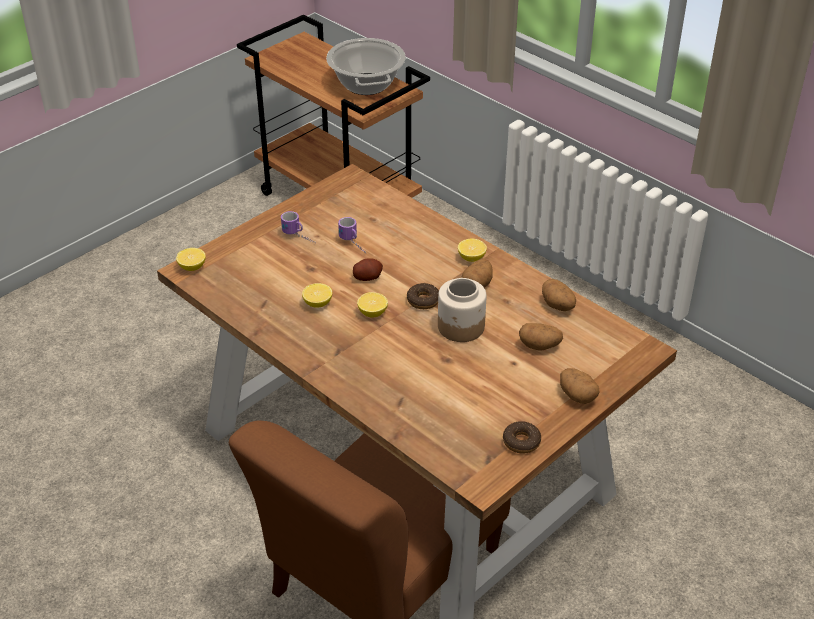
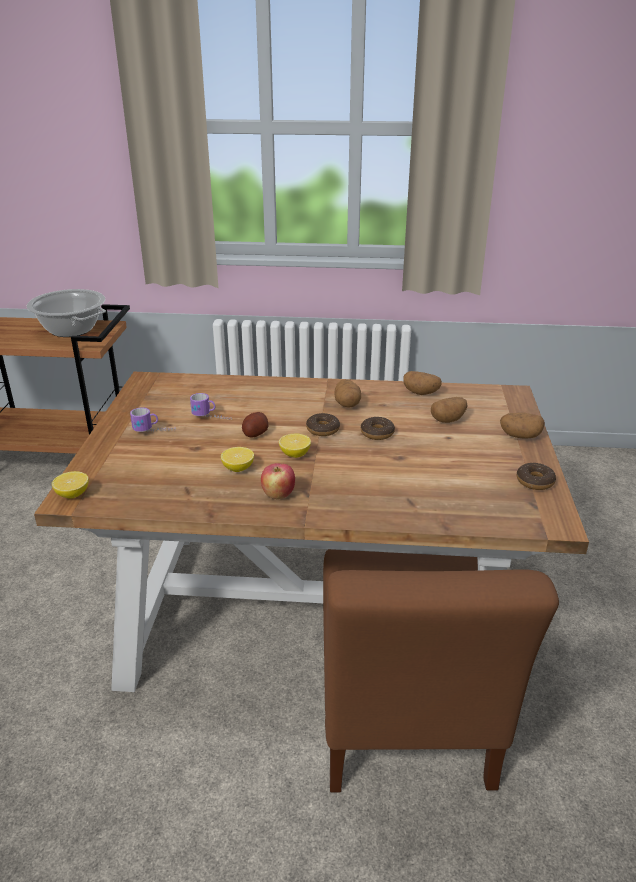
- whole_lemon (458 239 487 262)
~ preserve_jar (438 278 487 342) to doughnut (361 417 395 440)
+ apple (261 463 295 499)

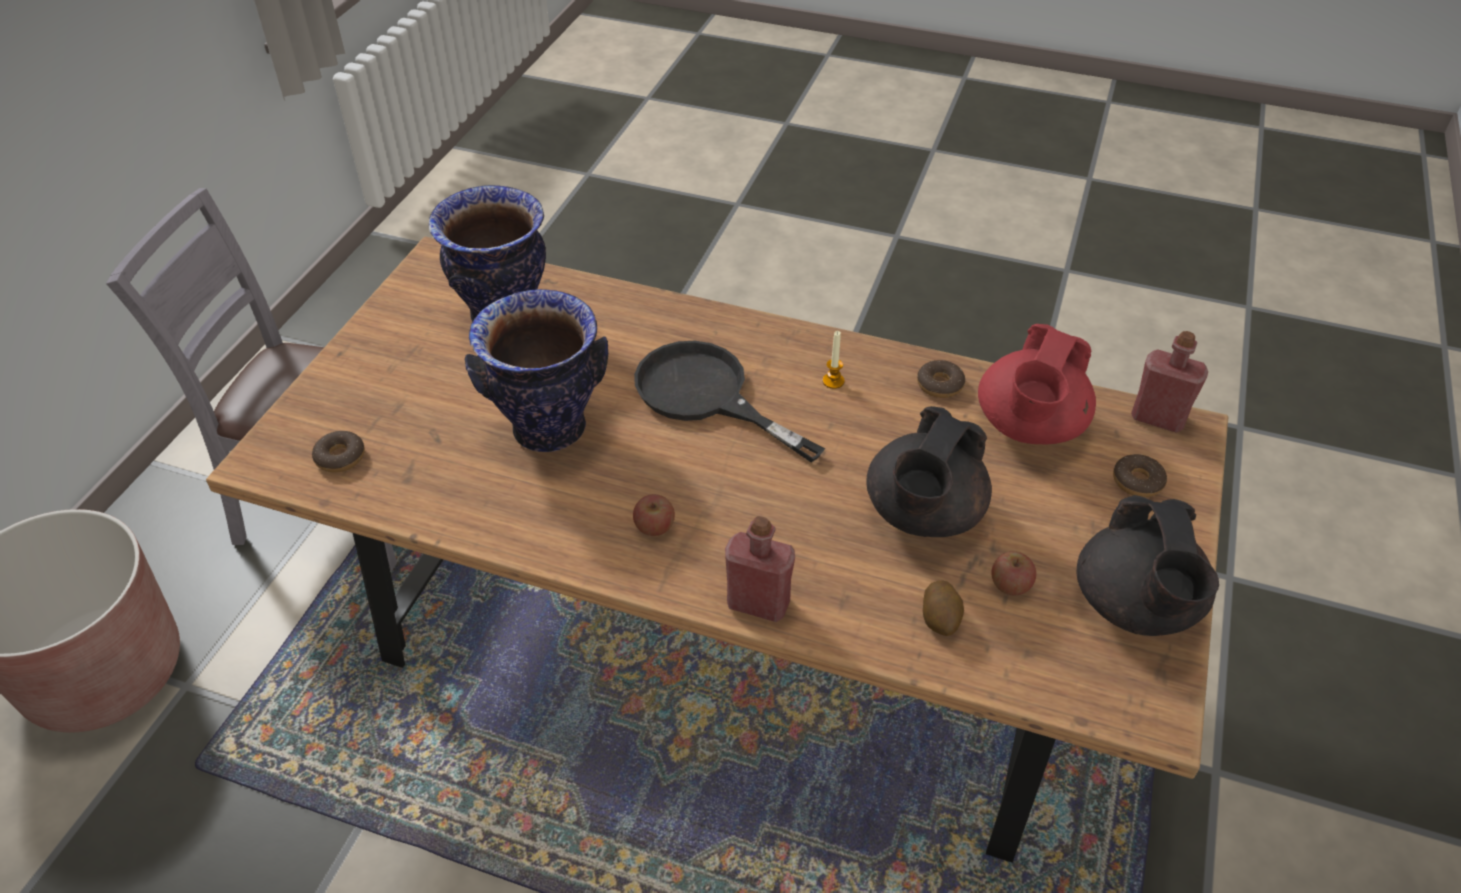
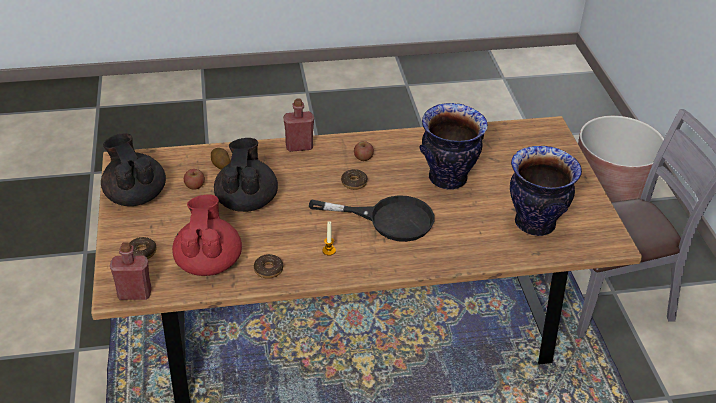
~ doughnut (312 431 365 473) to (341 169 368 190)

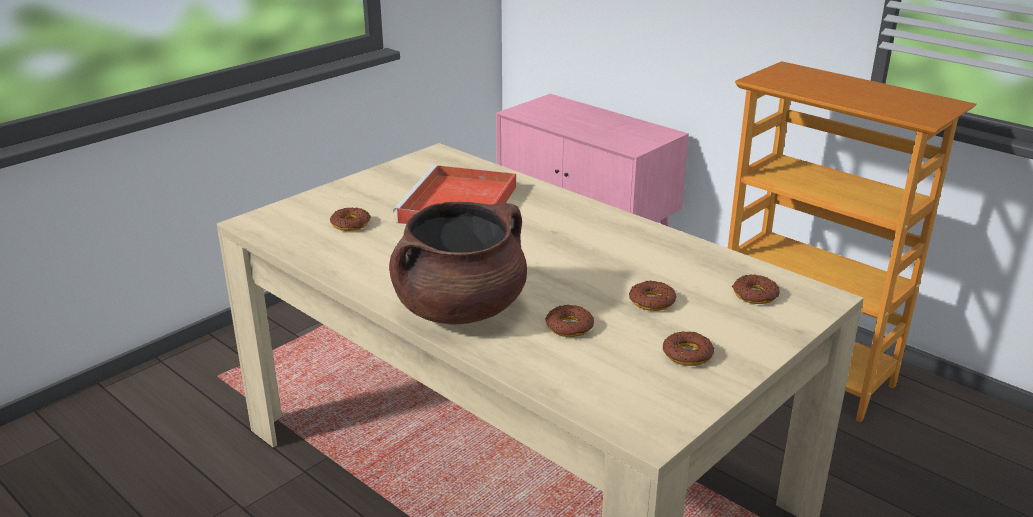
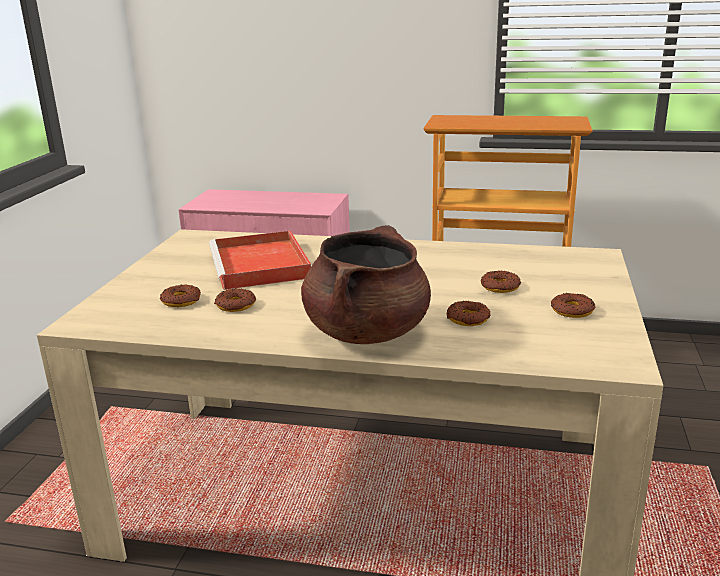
~ doughnut (732 274 780 304) to (214 288 256 312)

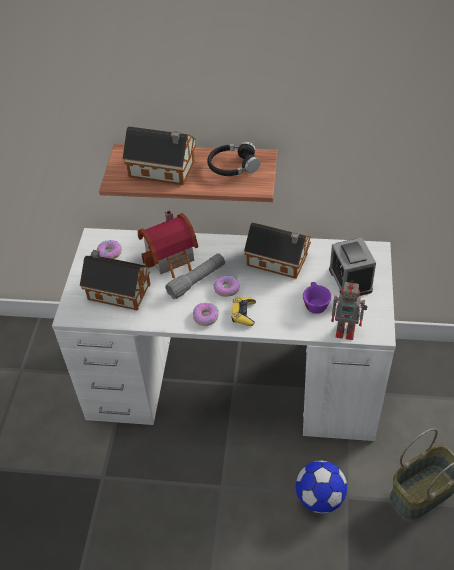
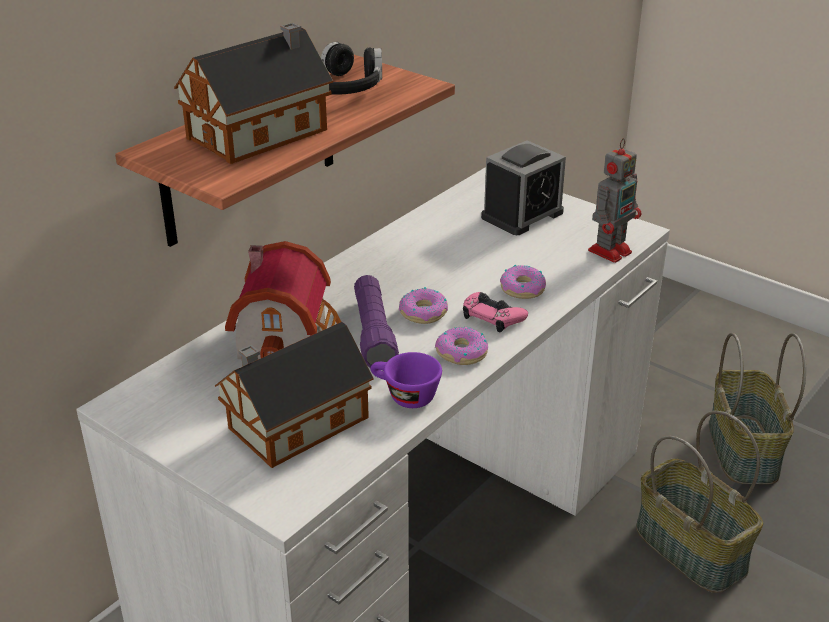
- model_house (244 223 312 279)
~ alarm_clock (329 238 376 296) = (481 140 566 235) 60 degrees counterclockwise
~ doughnut (97 240 122 259) to (500 265 546 299)
~ grey_torch (165 254 225 299) to purple_torch (354 275 399 368)
~ purple_drinking_cup (303 282 331 314) to (370 352 442 408)
~ yellow_joypad (231 297 256 326) to pinkish_joypad (463 292 528 332)
~ football (296 461 347 513) to storage_basket (636 411 763 593)

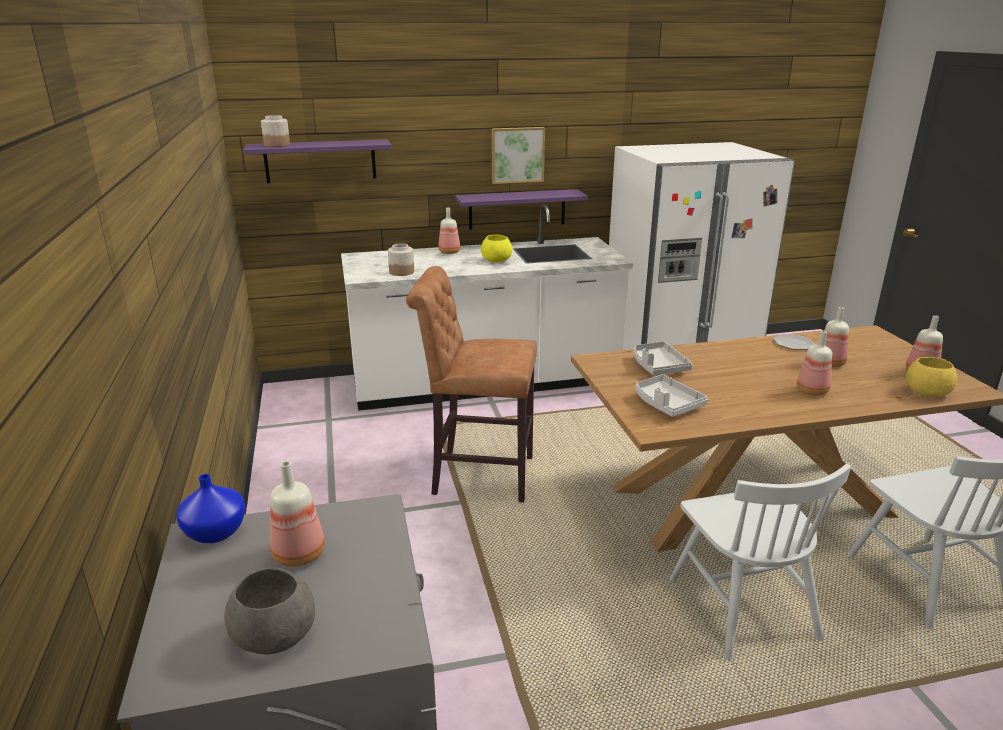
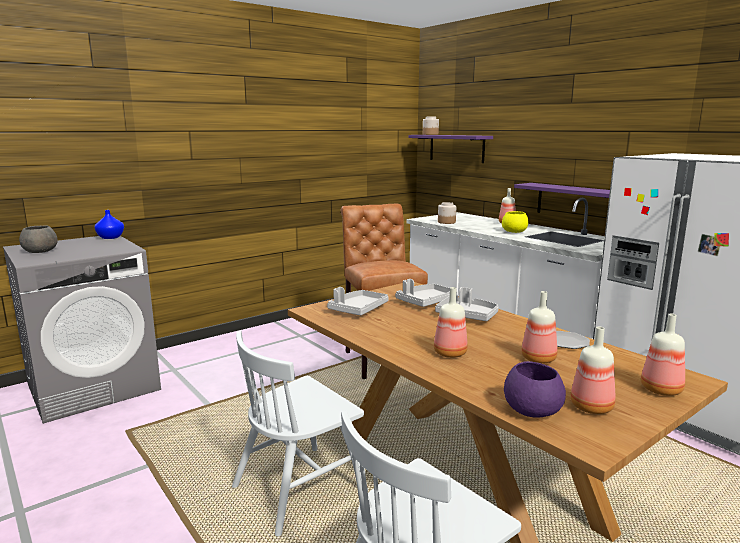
- wall_art (492 127 545 184)
~ yellow_serving_bowl (906 357 958 397) to purple_serving_bowl (504 361 566 418)
~ beverage_bottle (270 461 325 567) to (641 314 685 396)
+ grey_tray (435 287 499 321)

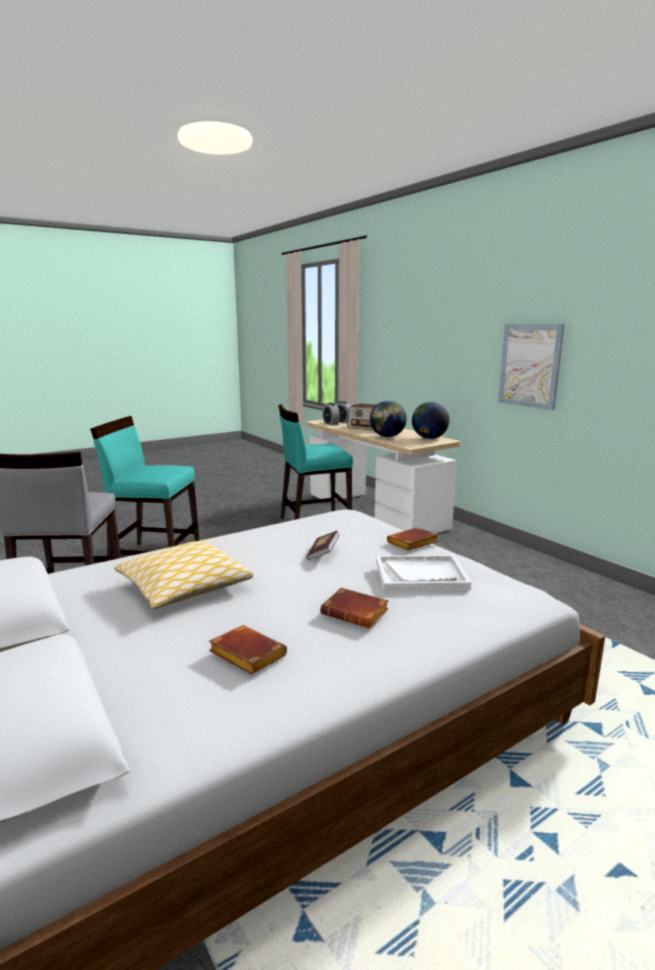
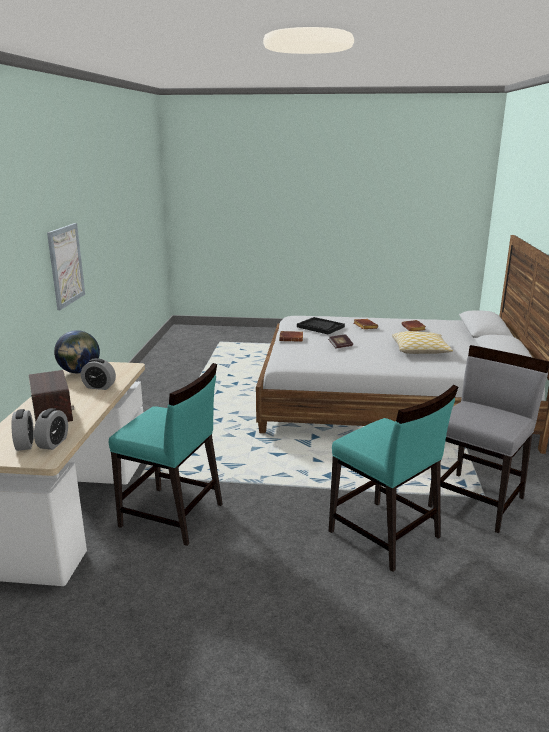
~ world_globe (370 401 407 437) to alarm_clock (81 358 116 390)
~ whitish_tray (376 555 471 592) to black_tray (297 317 345 334)

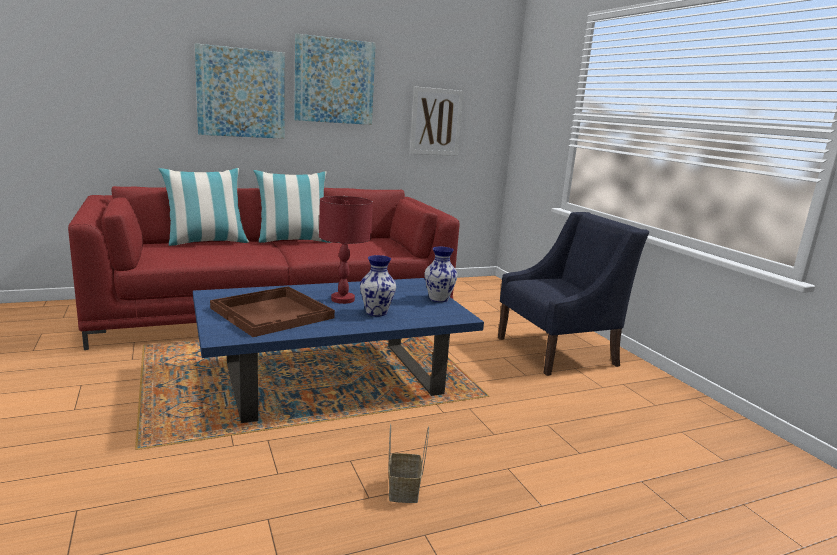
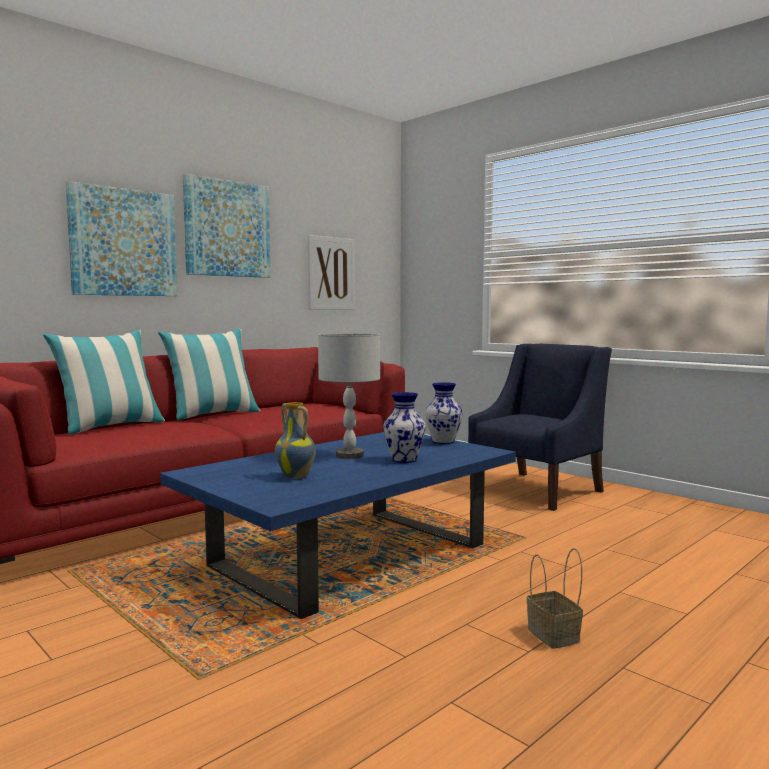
~ red-coloured_table_lamp (319 196 373 304) to grey_table_lamp (318 333 380 459)
~ brown_tray (210 286 335 337) to vase (275 402 316 479)

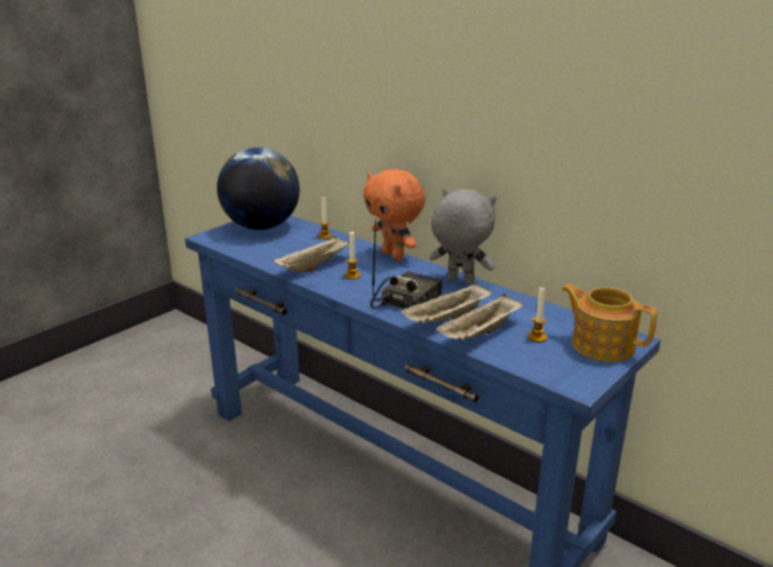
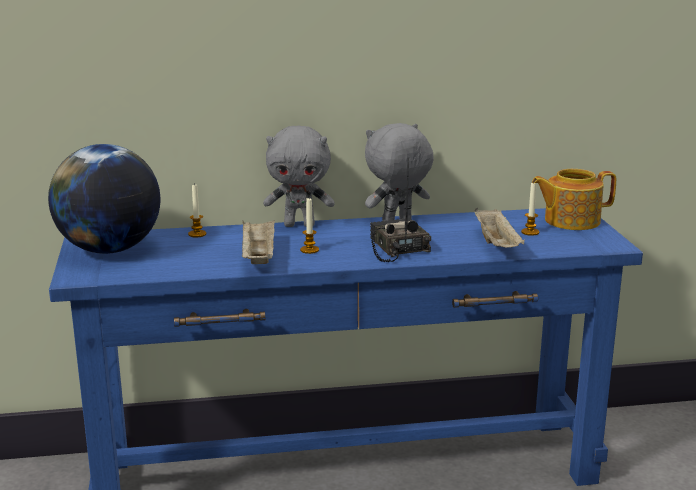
~ orange_plush_toy (363 169 425 260) to grey_plush_toy (263 125 335 227)
- sand-coloured_tray (401 282 492 323)

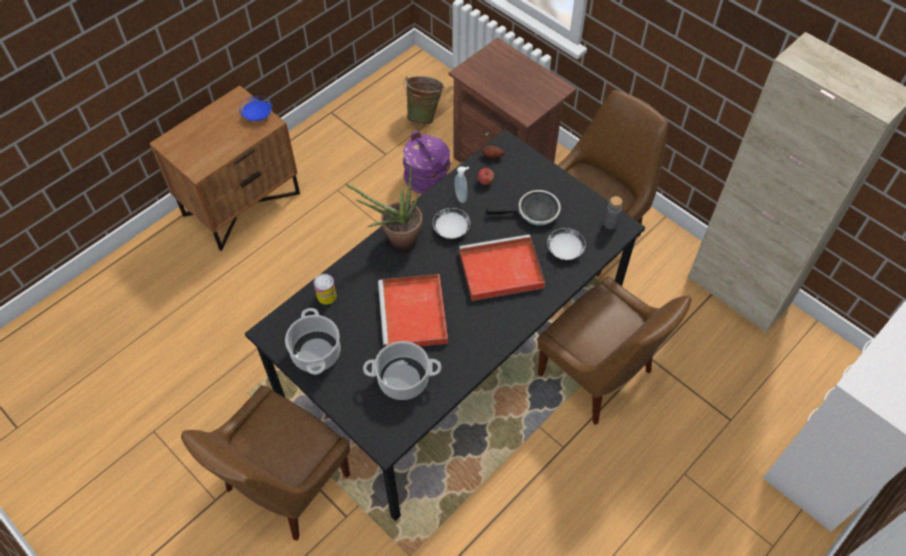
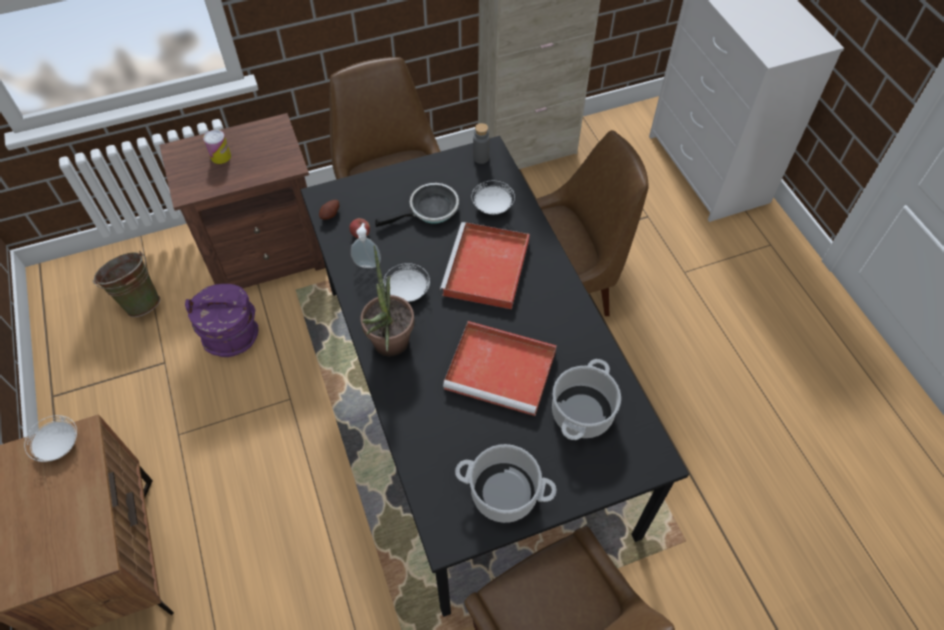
~ blue-coloured_flat_dish (239 96 272 121) to whitish_flat_dish (24 415 77 462)
~ pan (486 190 561 226) = (375 183 459 227) 45 degrees clockwise
~ sealed_can (314 274 337 305) to (203 130 231 164)

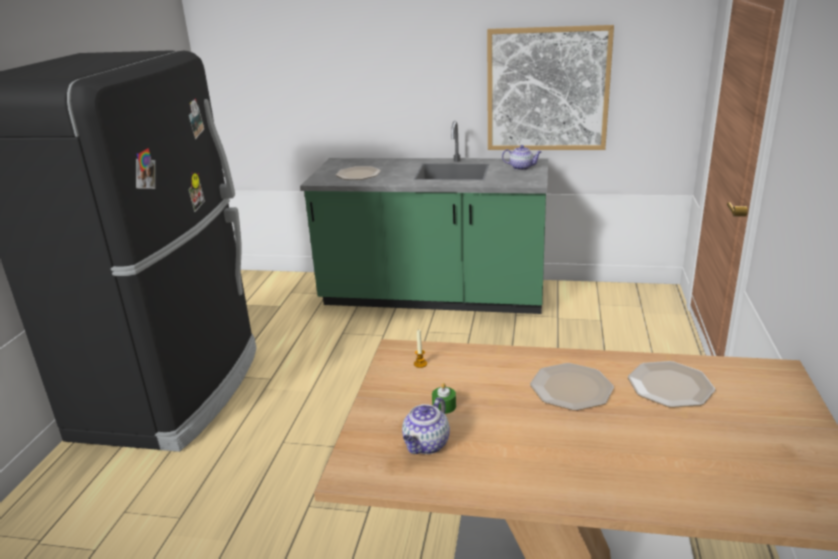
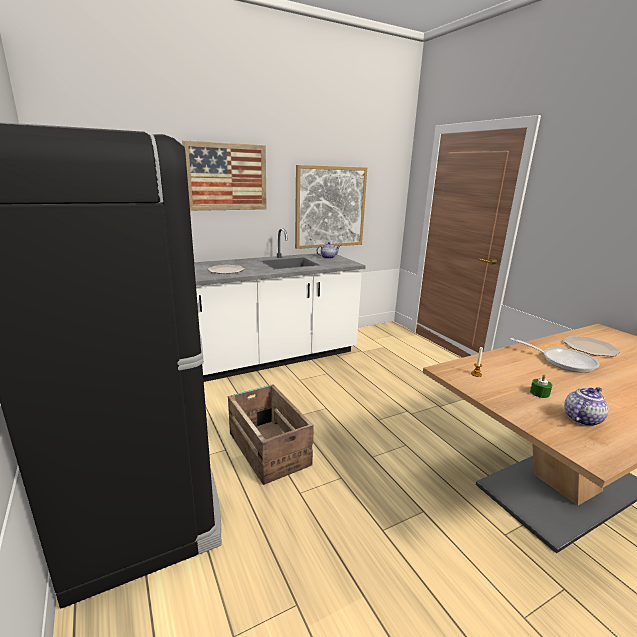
~ green_kitchen_base_unit (300 121 548 314) to whitish_kitchen_base_unit (194 228 366 382)
~ flat_dish (530 363 614 411) to pan (510 338 600 373)
~ pot_for_tea (402 397 450 454) = (564 387 609 426) 120 degrees counterclockwise
+ wall_art (182 140 267 211)
+ crate (228 384 314 485)

